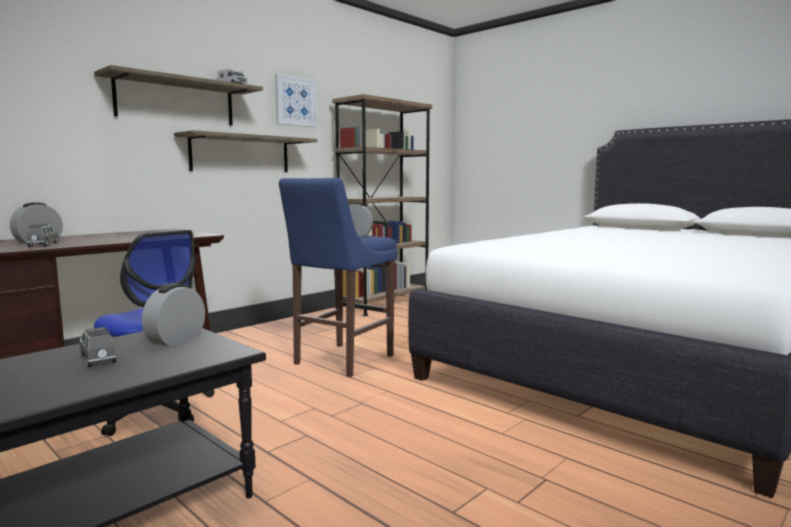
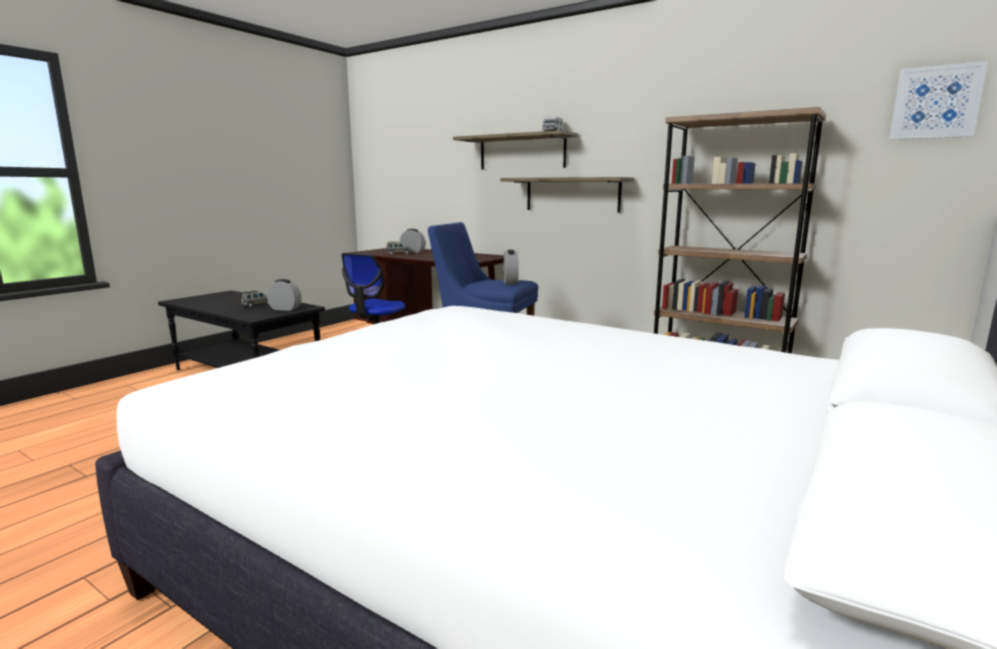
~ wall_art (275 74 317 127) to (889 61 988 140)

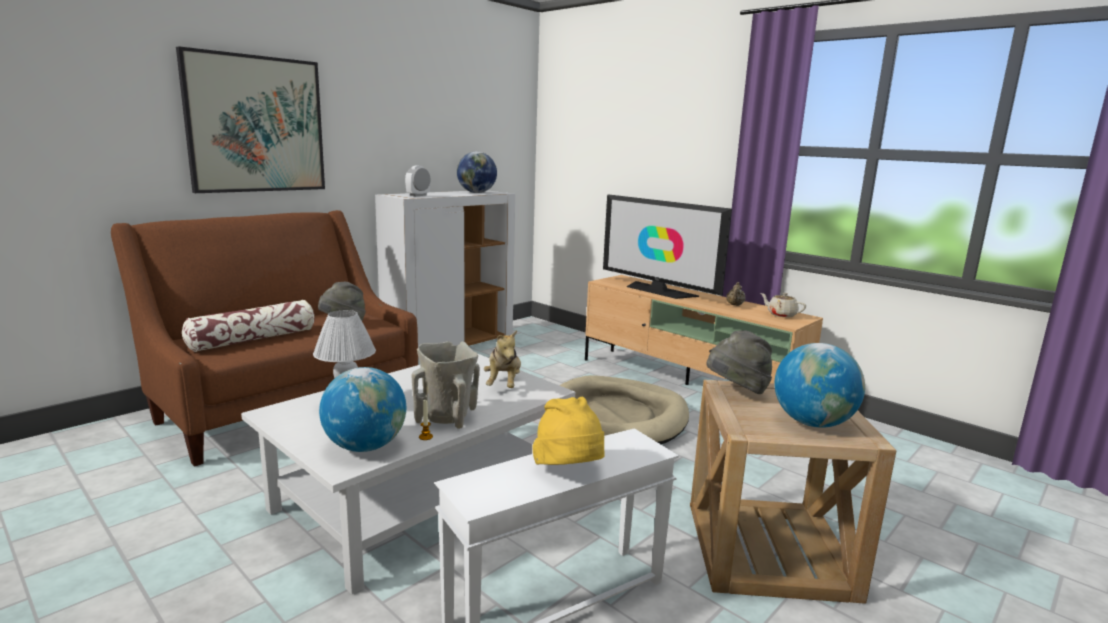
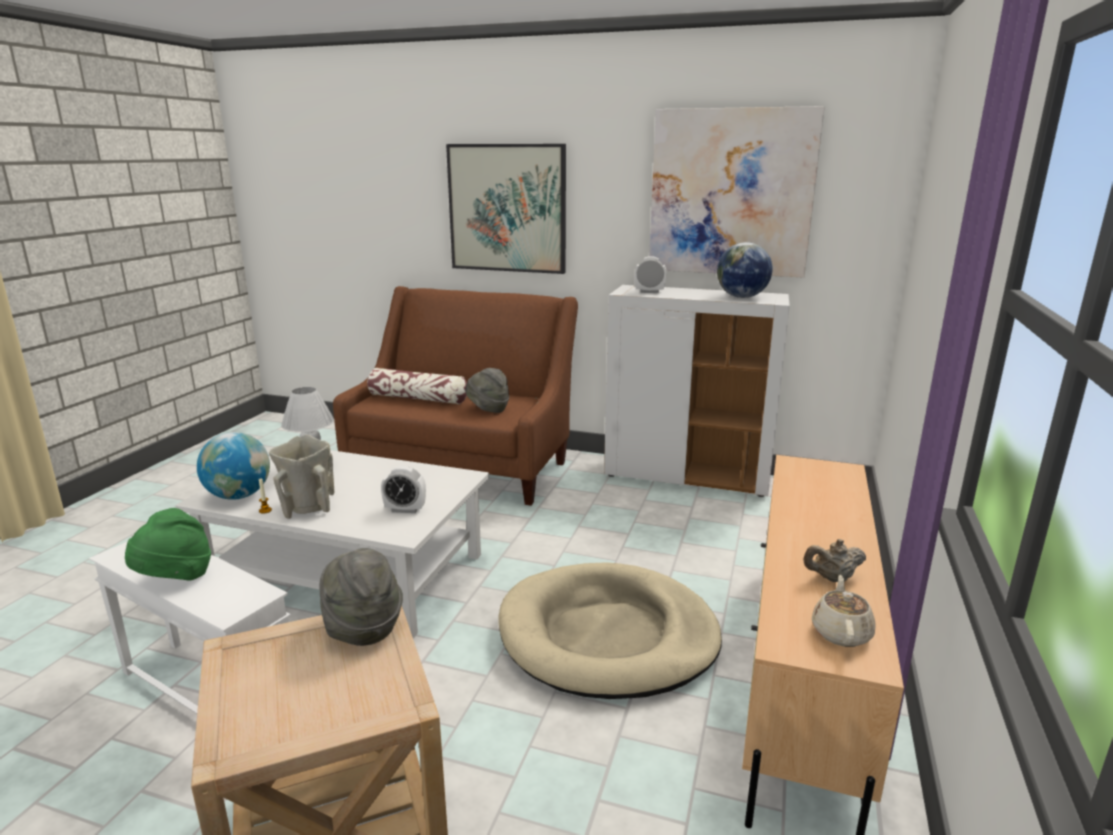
- TV (603 194 732 299)
~ plush_toy (484 330 521 388) to alarm_clock (381 466 426 513)
- world_globe (774 343 865 428)
~ yellow_wearable_hat (532 397 605 465) to green_wearable_hat (125 508 211 580)
+ wall_art (649 106 825 278)

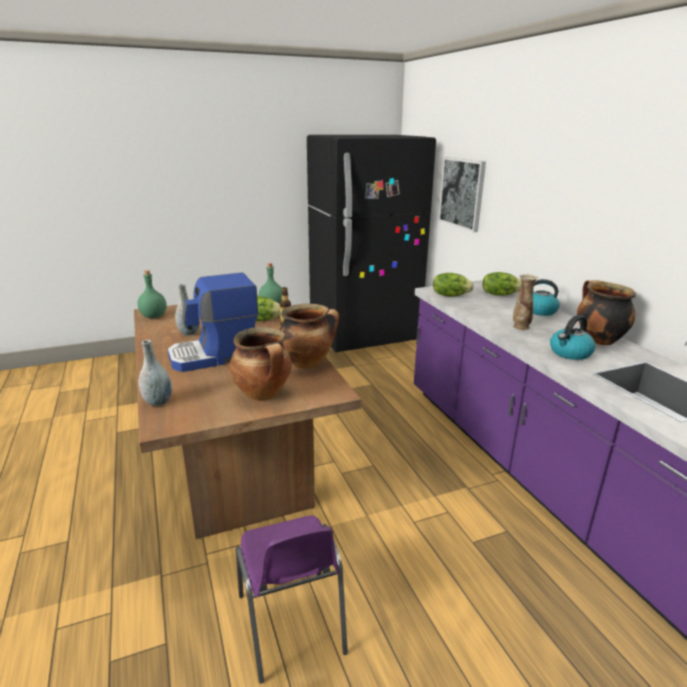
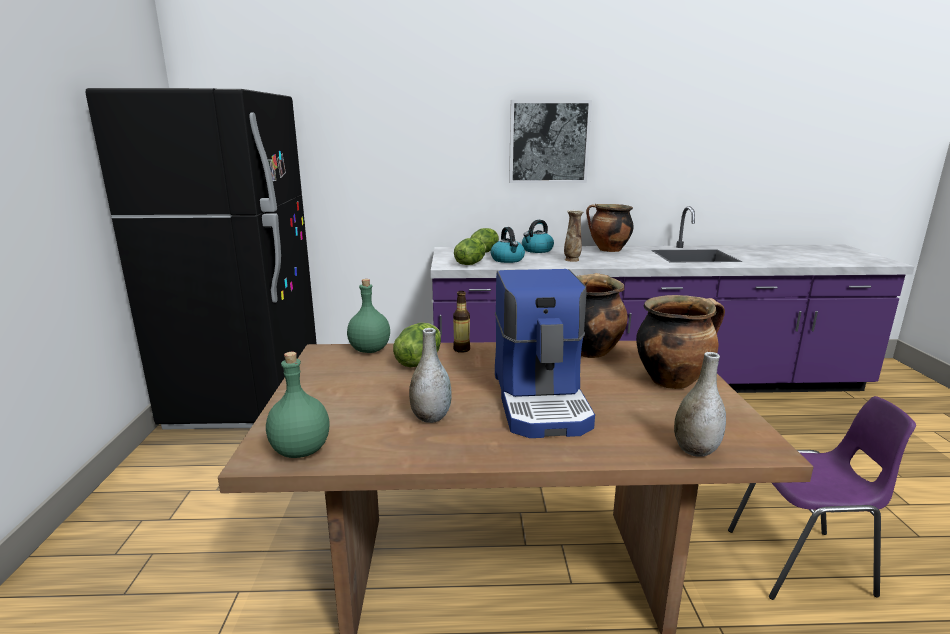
~ wall_art (438 157 486 232) to (509 100 592 183)
~ tea_kettle (550 315 596 360) to (491 227 525 263)

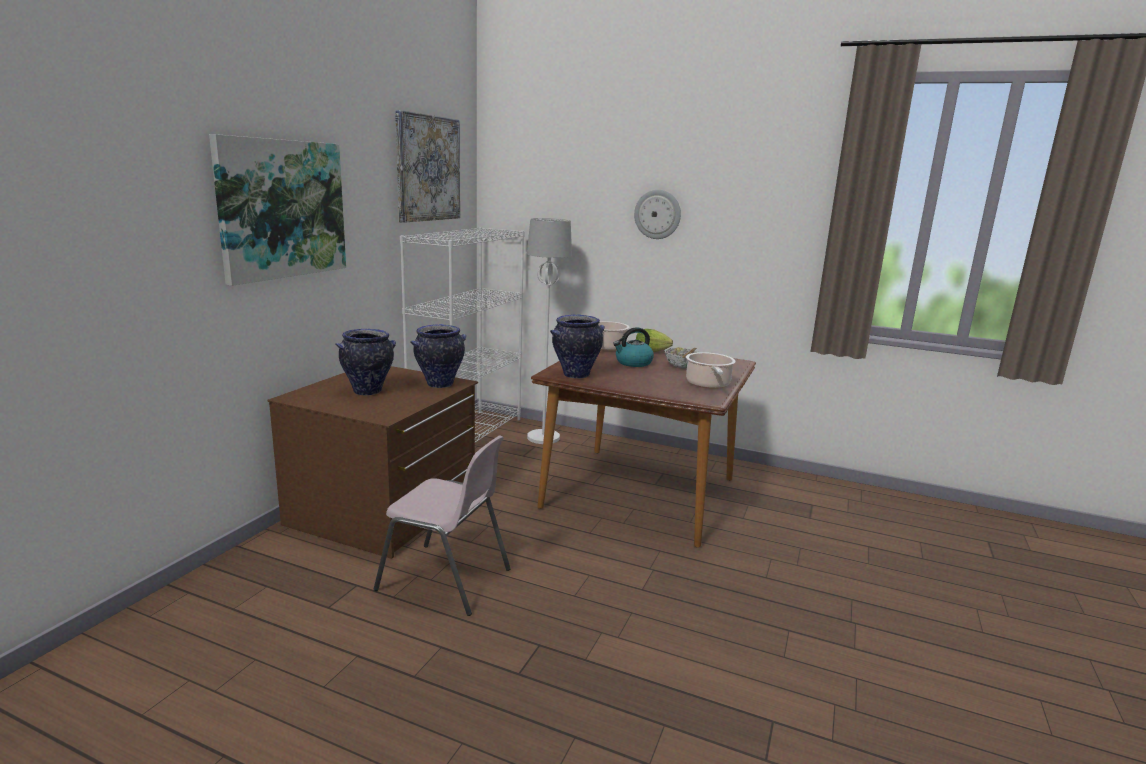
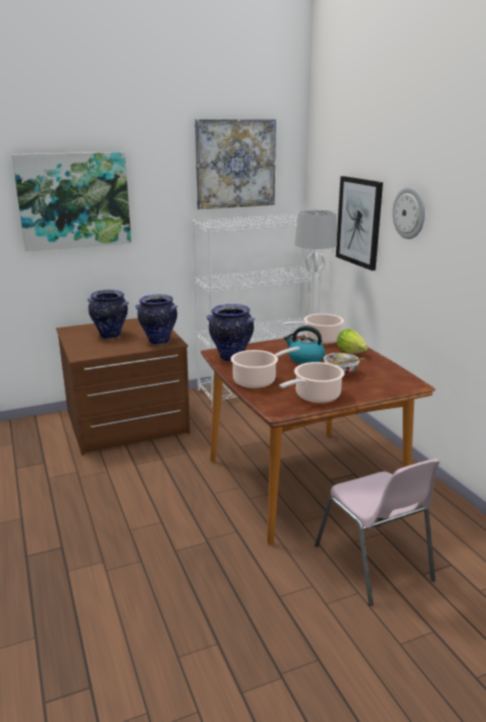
~ pinkish_chair (374 435 511 616) to (315 459 440 606)
+ wall_art (336 176 383 271)
+ saucepot (231 346 300 388)

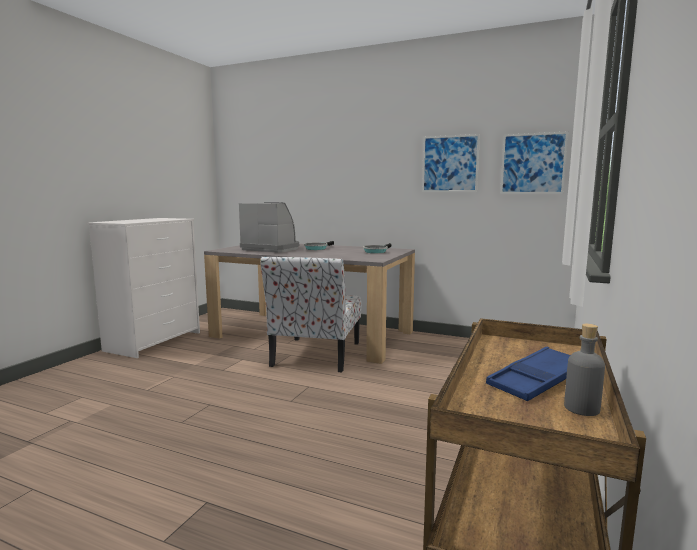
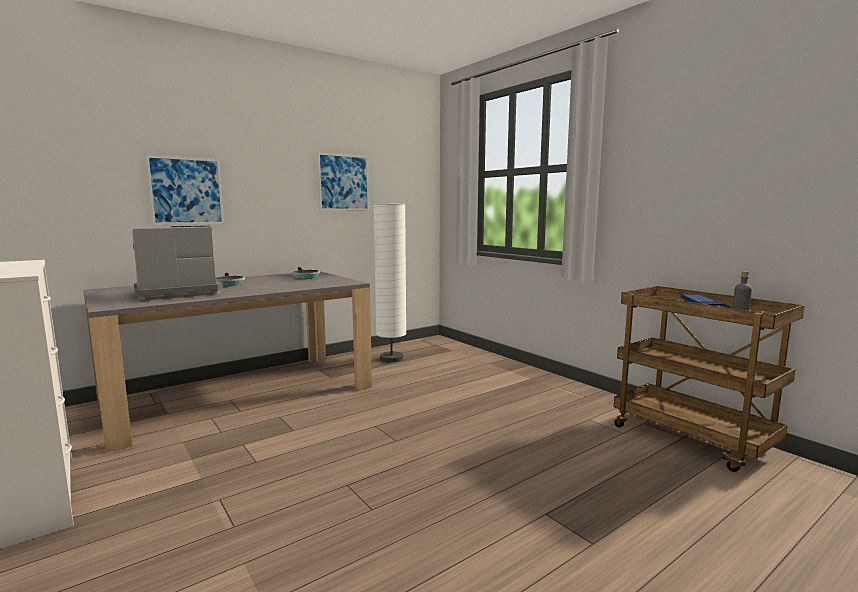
~ wall_art (500 131 568 194) to (146 155 224 225)
- chair (260 256 361 372)
+ whitish_floor_lamp (373 204 406 362)

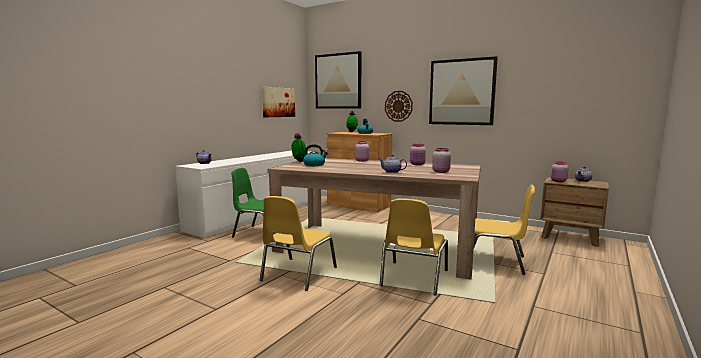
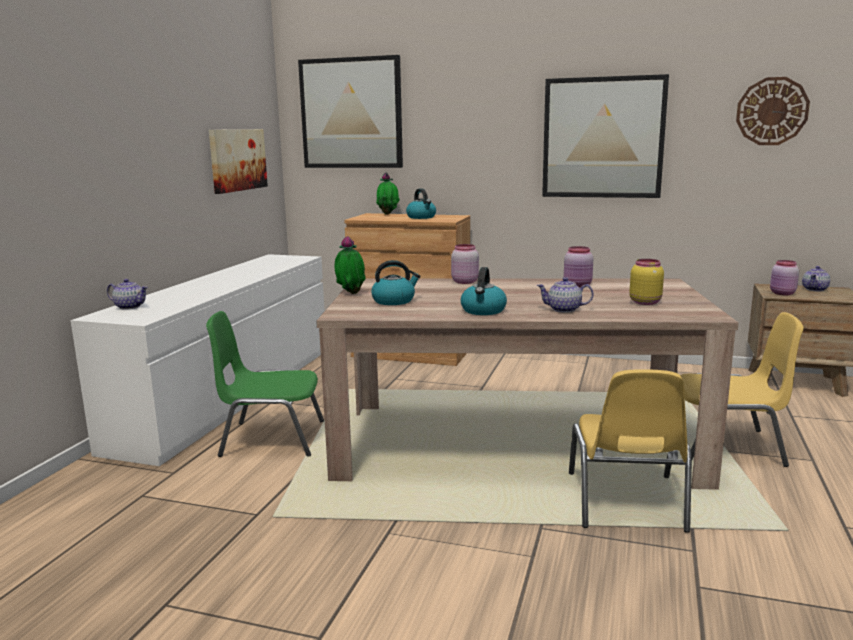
~ wall_clock (385 91 413 122) to (736 77 810 145)
~ pinkish_preserve_jar (432 148 451 173) to yellow_preserve_jar (629 259 664 305)
- yellow_chair (260 196 337 291)
+ tea_kettle (461 267 507 315)

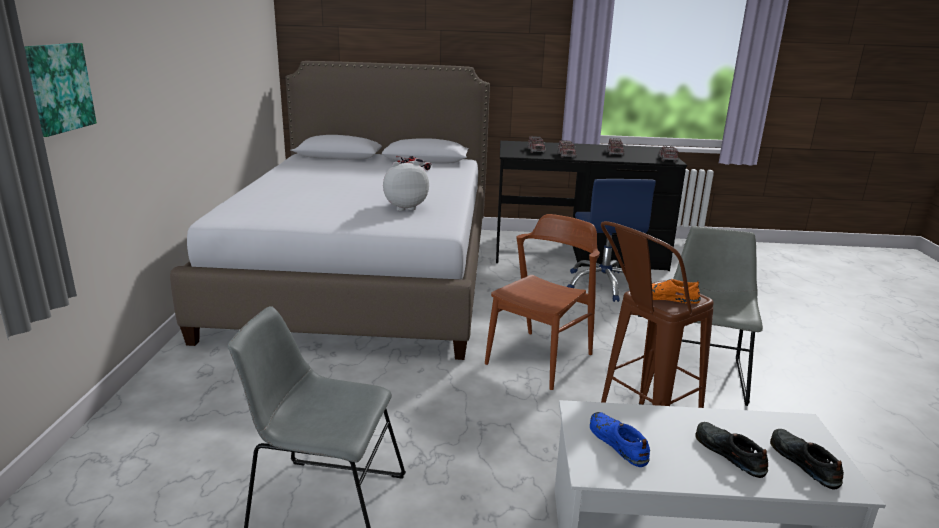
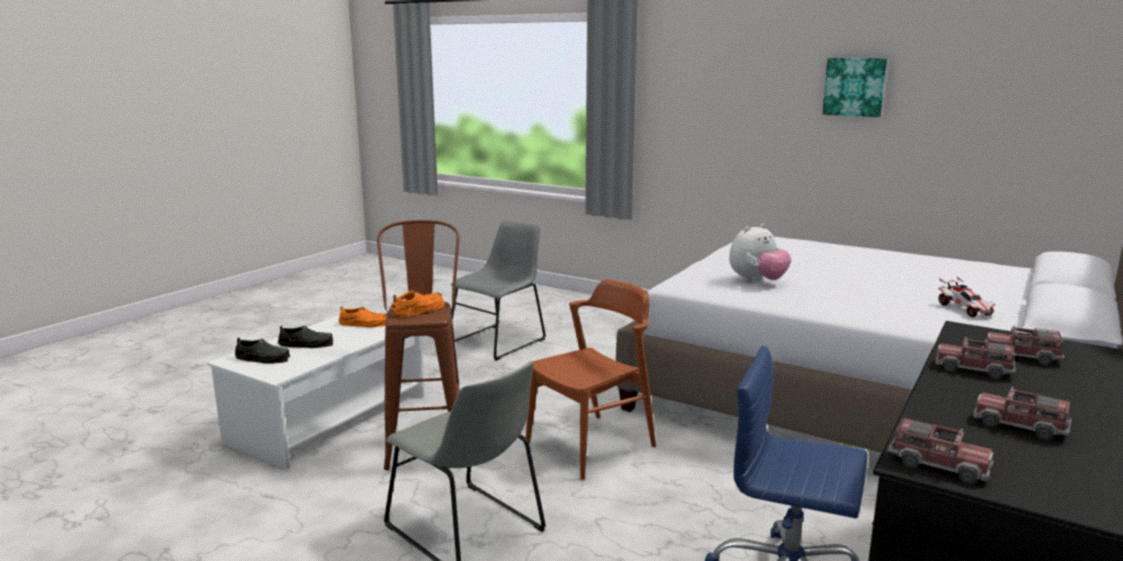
~ wall_art (24 43 97 137) to (822 58 887 117)
~ plush_toy (383 161 429 211) = (729 224 791 282) 45 degrees clockwise
~ brown_chair (485 214 600 390) = (526 279 656 480) 105 degrees counterclockwise
~ blue-coloured_shoe (590 412 650 467) to orange_shoe (338 306 387 327)

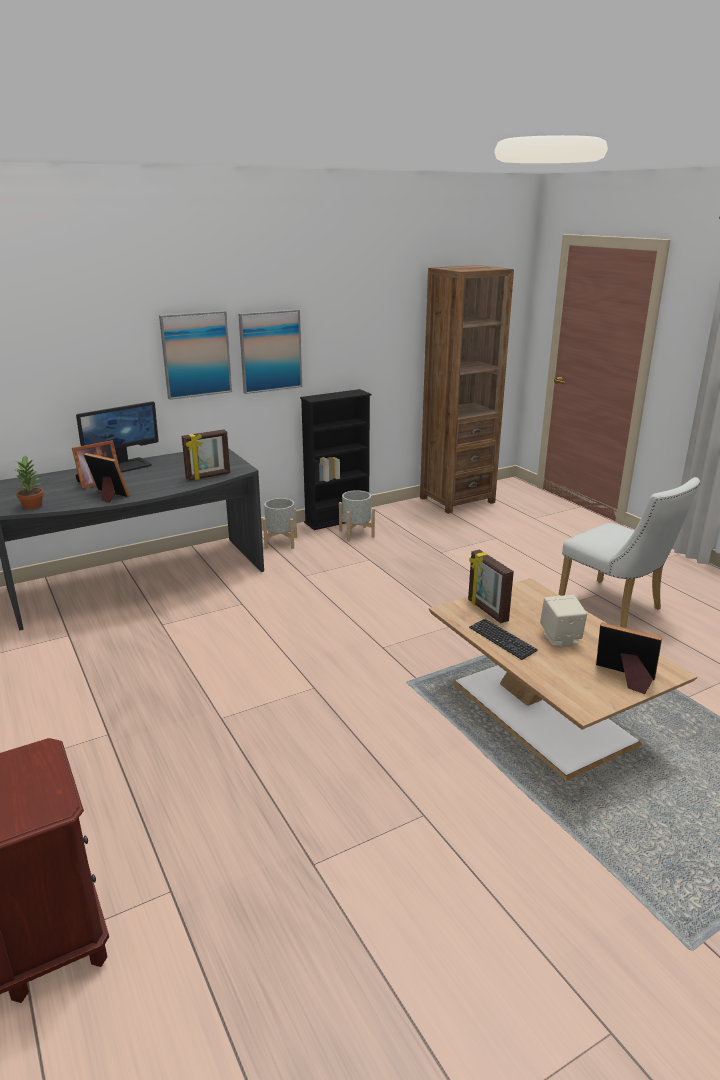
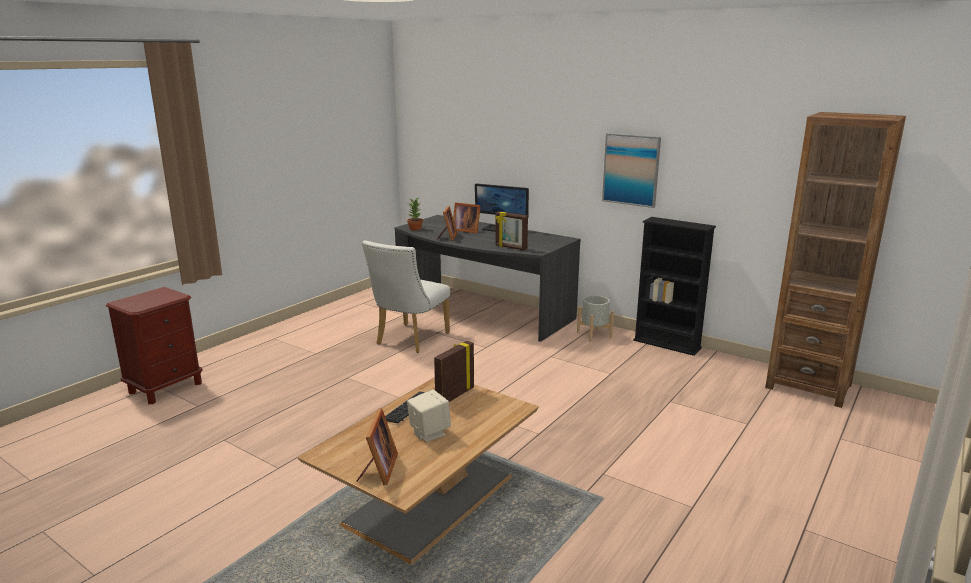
- wall_art (159 311 232 400)
~ whitish_chair (559 477 700 628) to (362 240 450 353)
- grey_plant_pot (339 490 375 541)

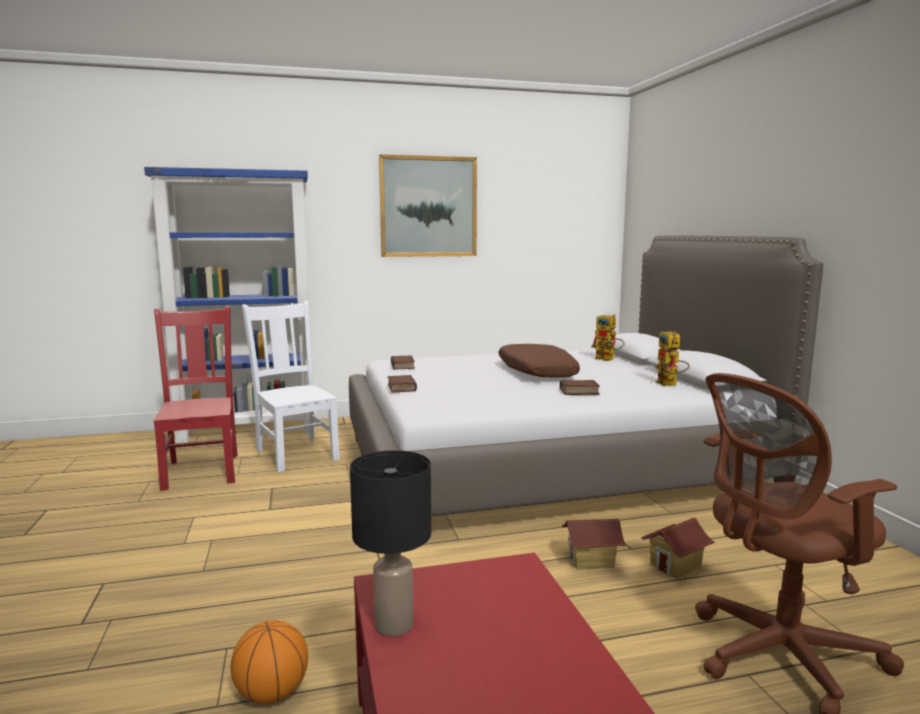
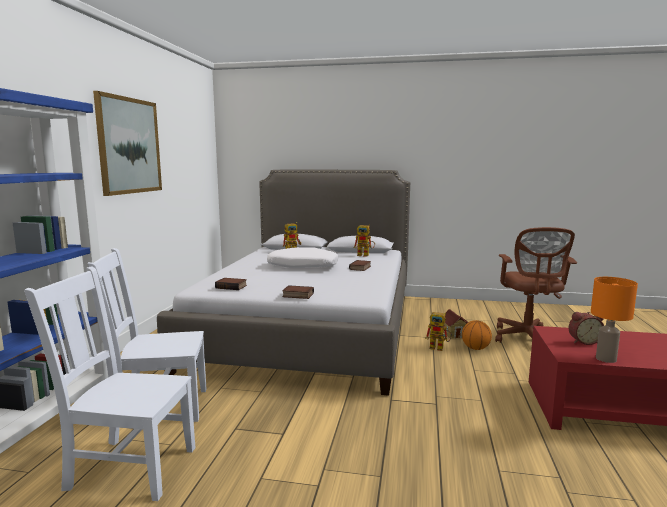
~ red-coloured_chair (153 306 238 491) to whitish_chair (24 266 196 501)
~ brown_pillow (498 344 580 378) to whitish_pillow (267 247 338 268)
~ black_table_lamp (350 450 431 636) to orange_table_lamp (591 277 638 363)
~ model_house (562 519 626 569) to toy_robot (425 312 452 351)
~ basketball_ball (231 620 308 704) to (462 320 492 350)
+ alarm_clock (569 312 604 345)

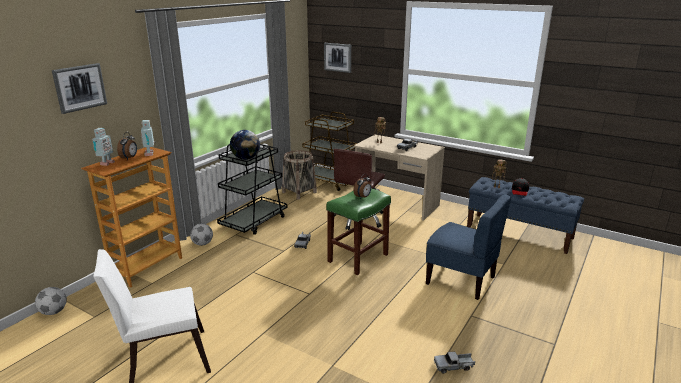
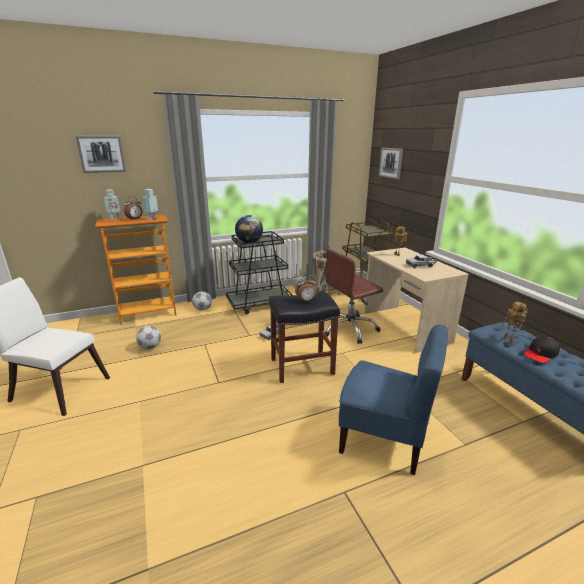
~ green_sitting_stool (326 188 391 275) to black_sitting_stool (269 291 340 383)
~ blue-coloured_chair (426 195 511 300) = (339 325 448 475) 45 degrees counterclockwise
~ football (35 287 67 315) to (136 326 161 349)
- toy_lorry (434 352 475 374)

